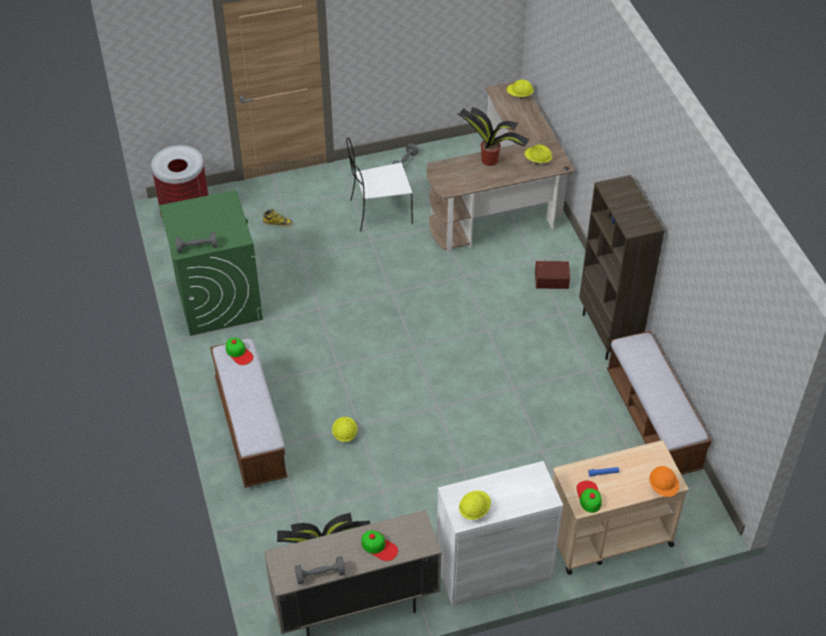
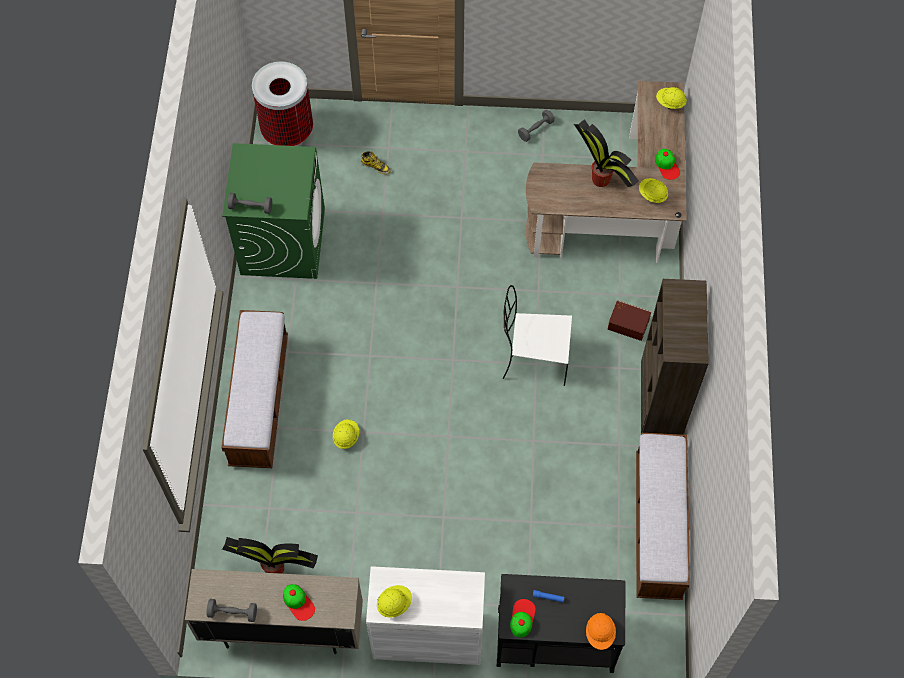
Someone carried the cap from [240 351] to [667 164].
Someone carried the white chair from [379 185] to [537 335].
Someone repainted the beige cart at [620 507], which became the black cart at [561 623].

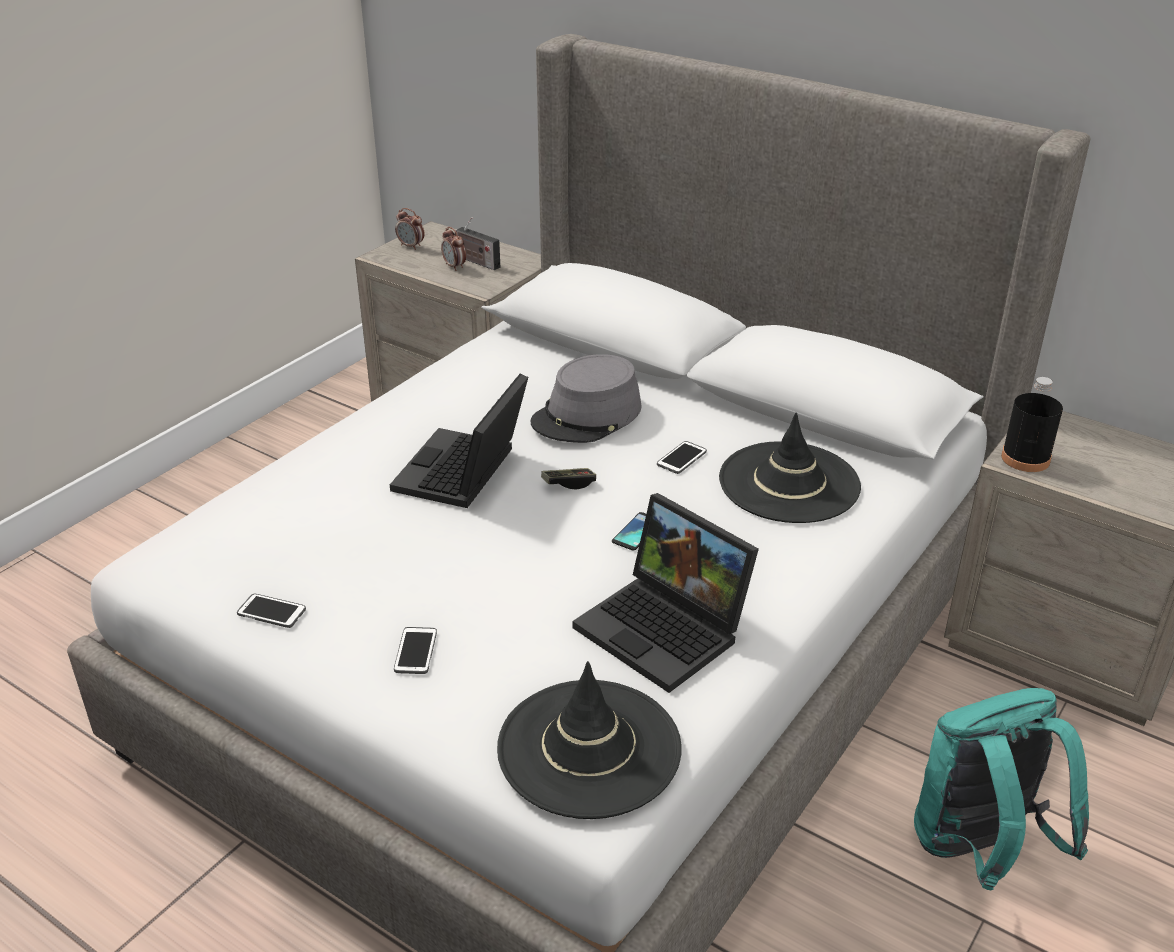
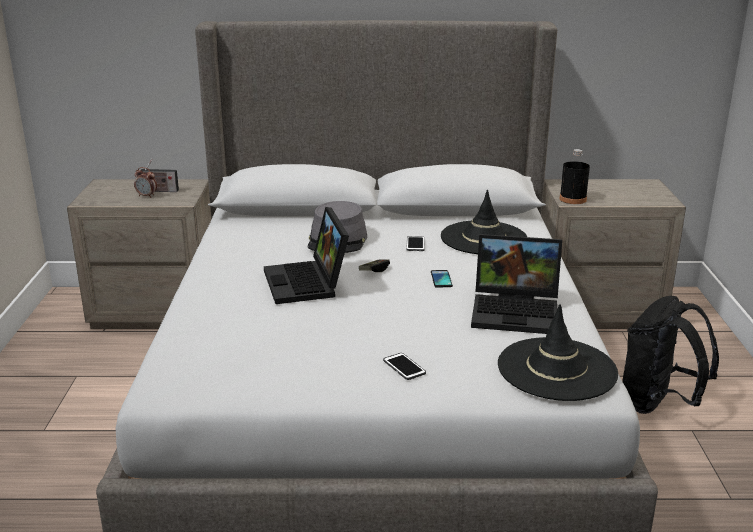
Someone took away the phone at [271 611].
Someone took away the alarm clock at [409 229].
Someone repainted the turquoise backpack at [1001 789], which became the black backpack at [670 355].

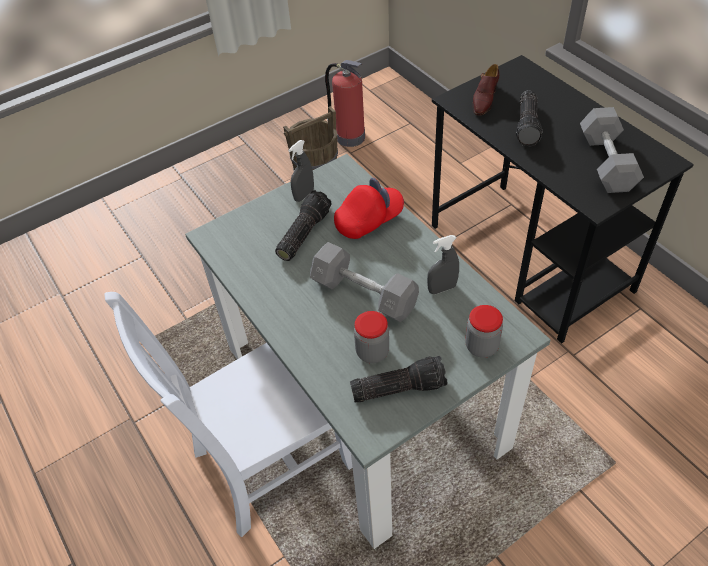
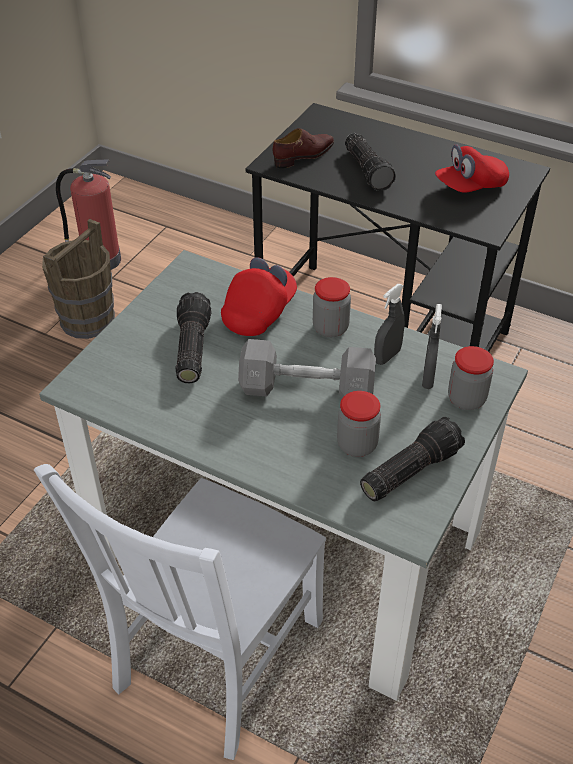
Someone carried the grey spray bottle from [301 171] to [432 346].
Someone rotated the brown shoe at [486 89] by 120 degrees counterclockwise.
Someone swapped the grey dumbbell at [612 150] for the red cap at [472 168].
Someone put down the jar at [332 307].

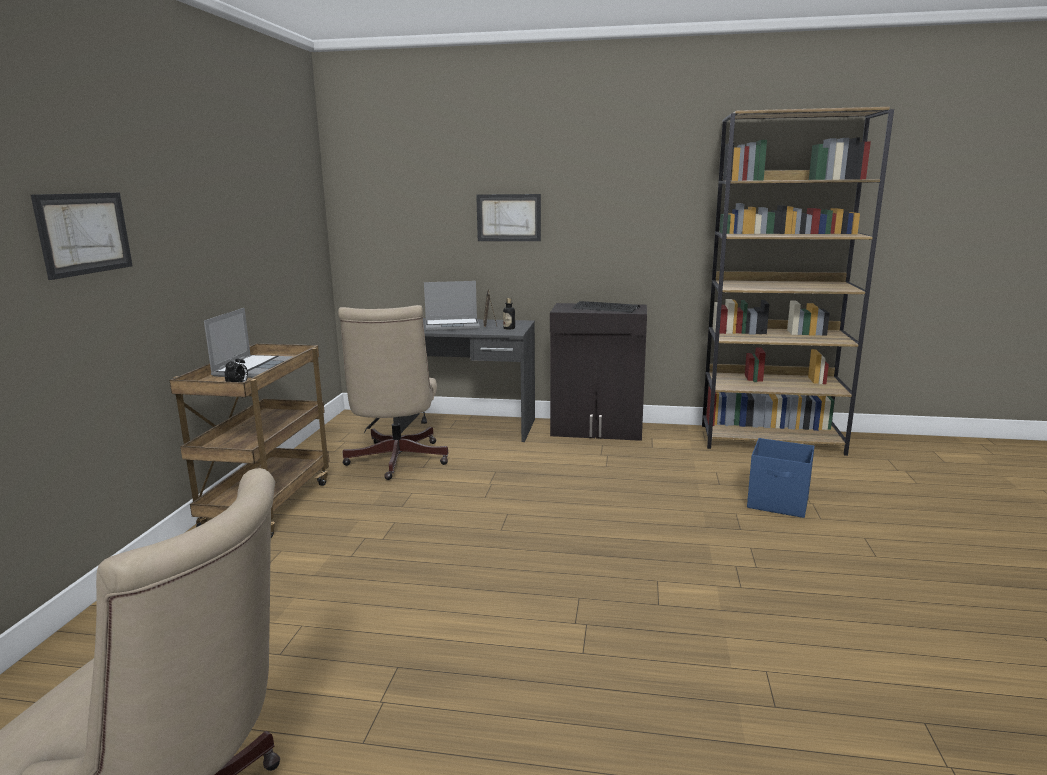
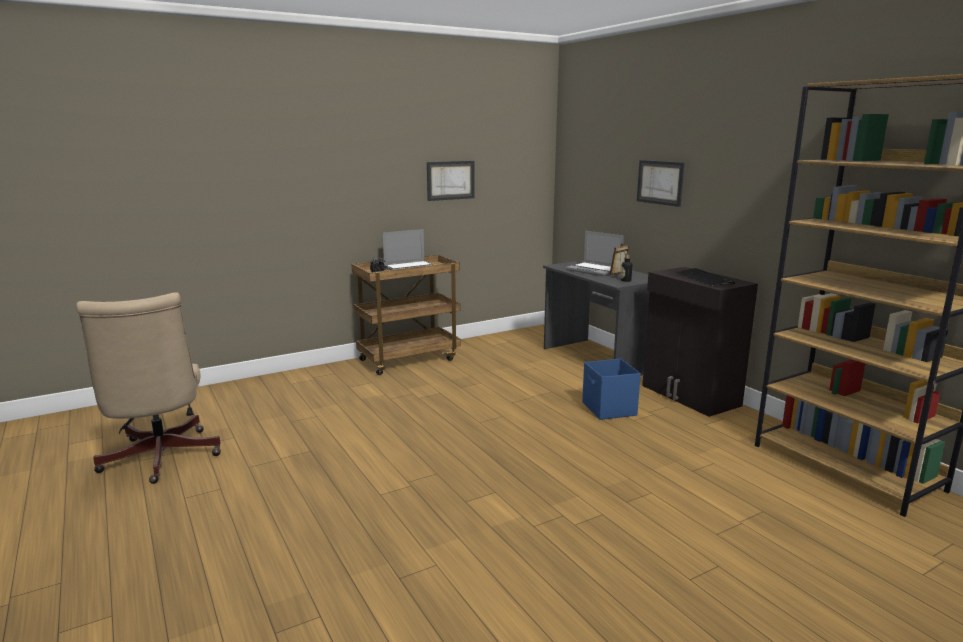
Someone carried the picture from [82 236] to [451 181].
Someone took away the beige office chair at [393 392].
Someone carried the blue storage box from [781 478] to [611 389].

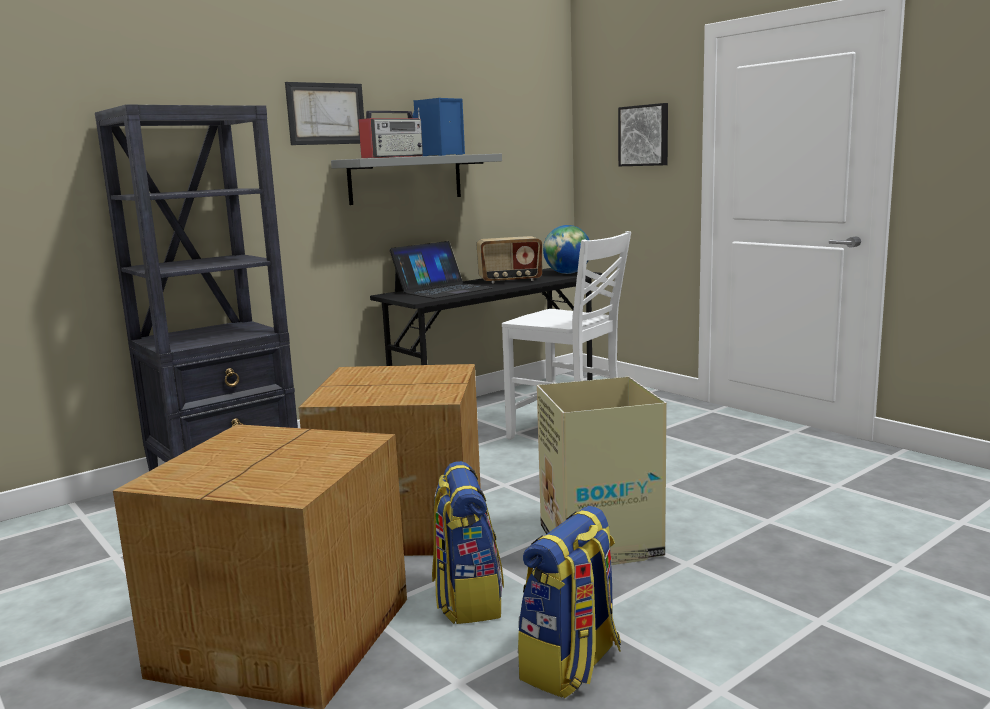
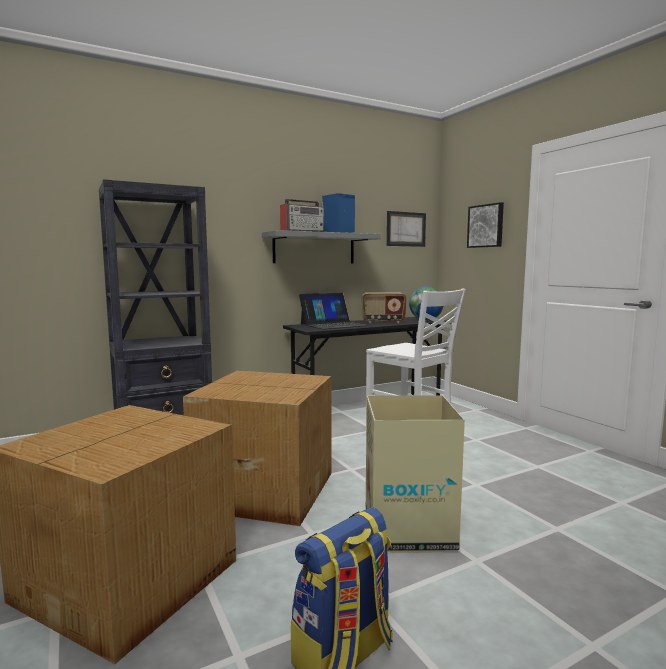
Someone carried the picture from [324 113] to [406 229].
Someone took away the backpack at [468 542].

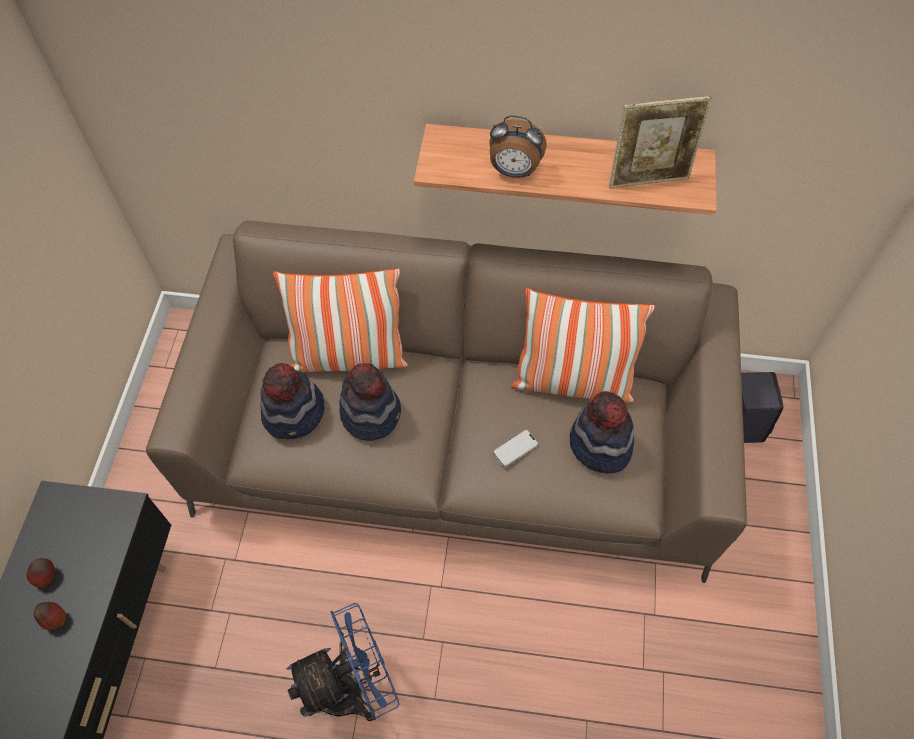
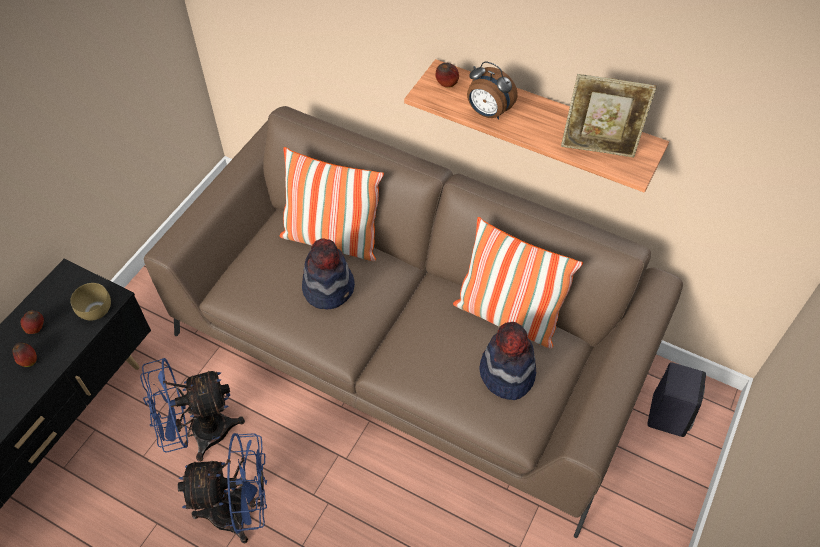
Someone took away the hat at [292 401].
Someone took away the phone at [515 448].
Someone put down the brown bowl at [90 301].
Someone put down the blue fan at [192 410].
Someone put down the apple at [447 75].

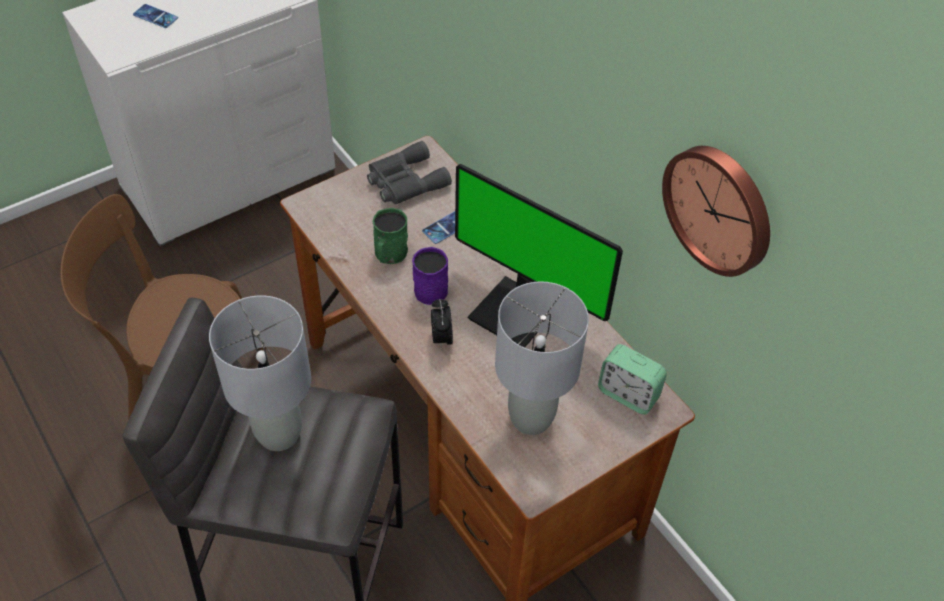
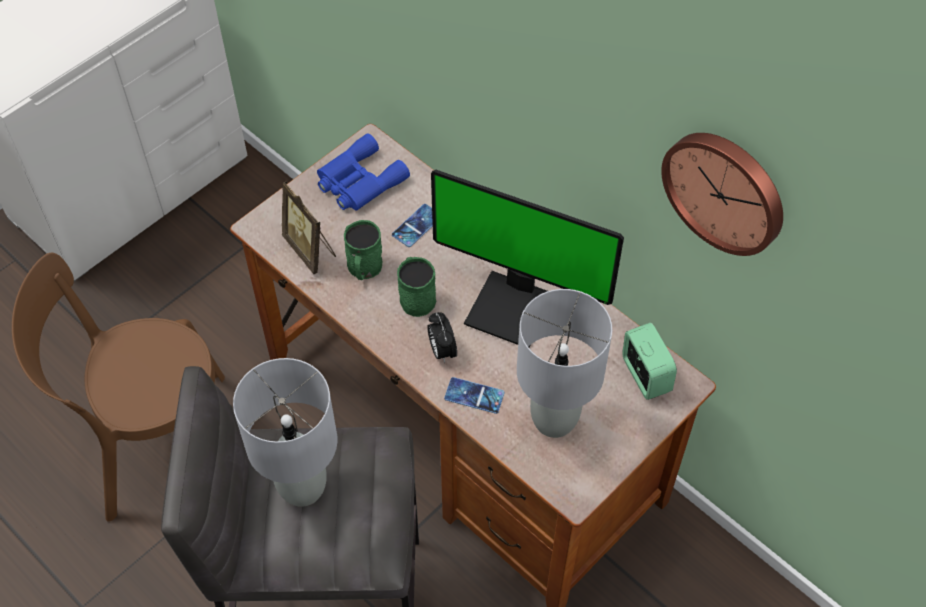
Someone carried the phone from [155 16] to [474 395].
Someone repainted the grey binoculars at [409 173], which became the blue binoculars at [363 172].
Someone repainted the purple mug at [430 276], which became the green mug at [416 287].
Someone rotated the alarm clock at [632 379] by 135 degrees counterclockwise.
Someone put down the picture frame at [309 227].

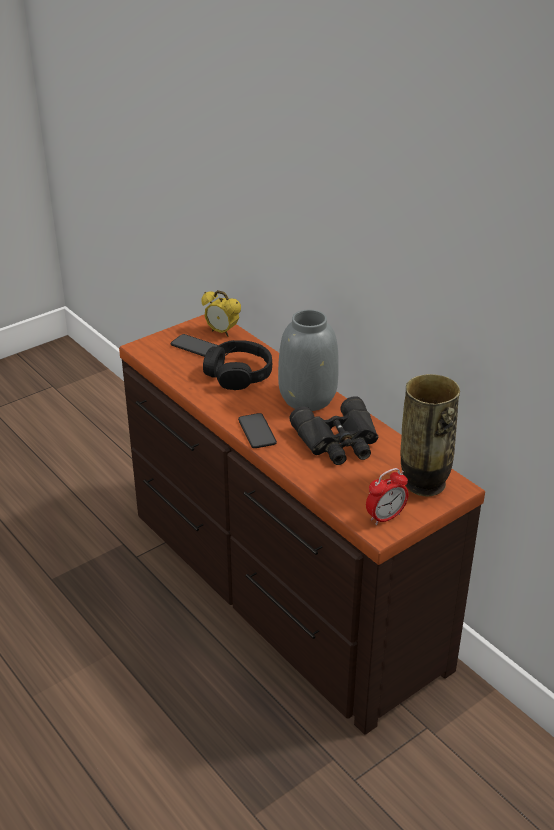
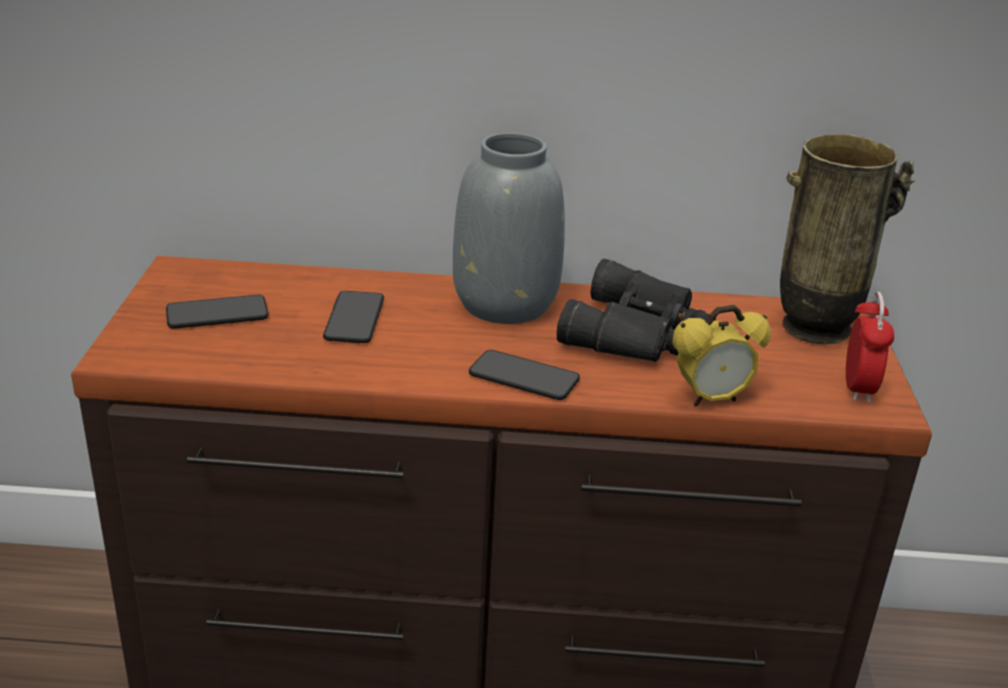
Someone carried the alarm clock from [221 313] to [722 356].
Someone swapped the black headphones at [237 365] for the phone at [353 317].

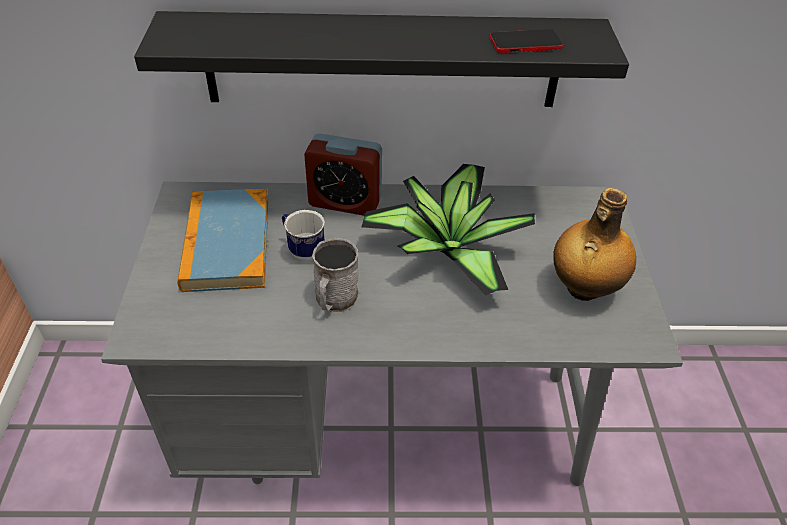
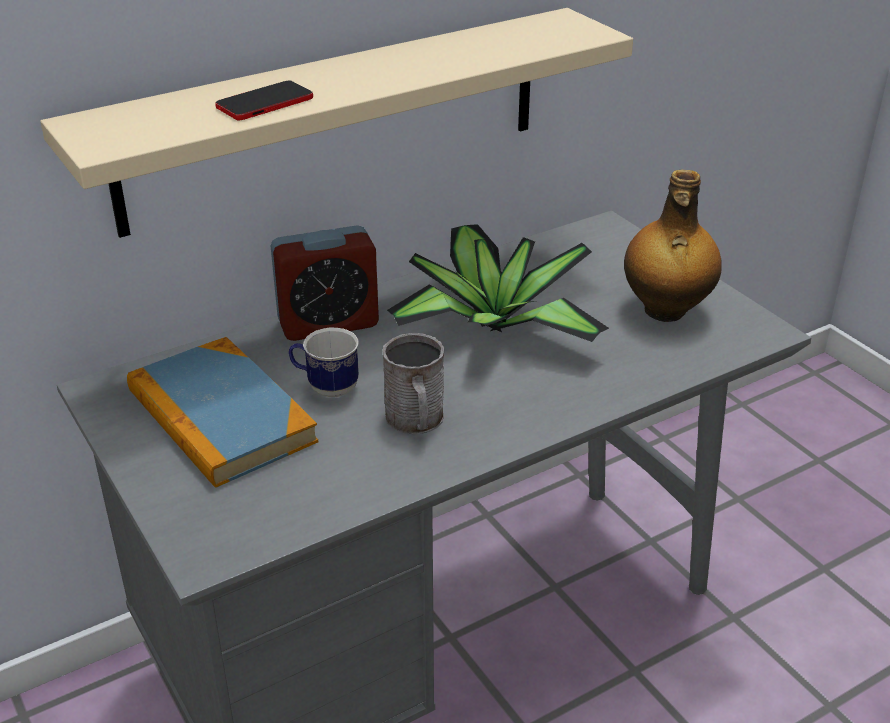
Someone repainted the black shelf at [381 59], which became the beige shelf at [336 123].
Someone carried the phone from [526 41] to [264 100].

